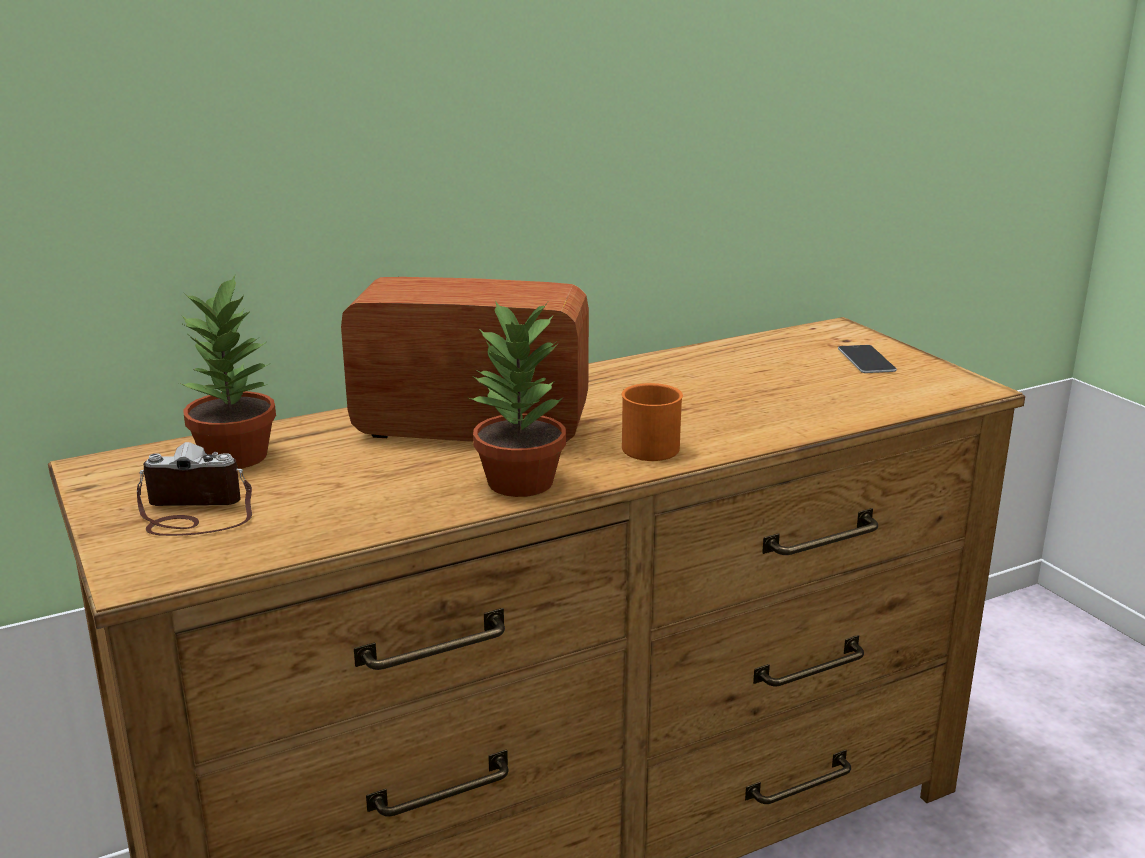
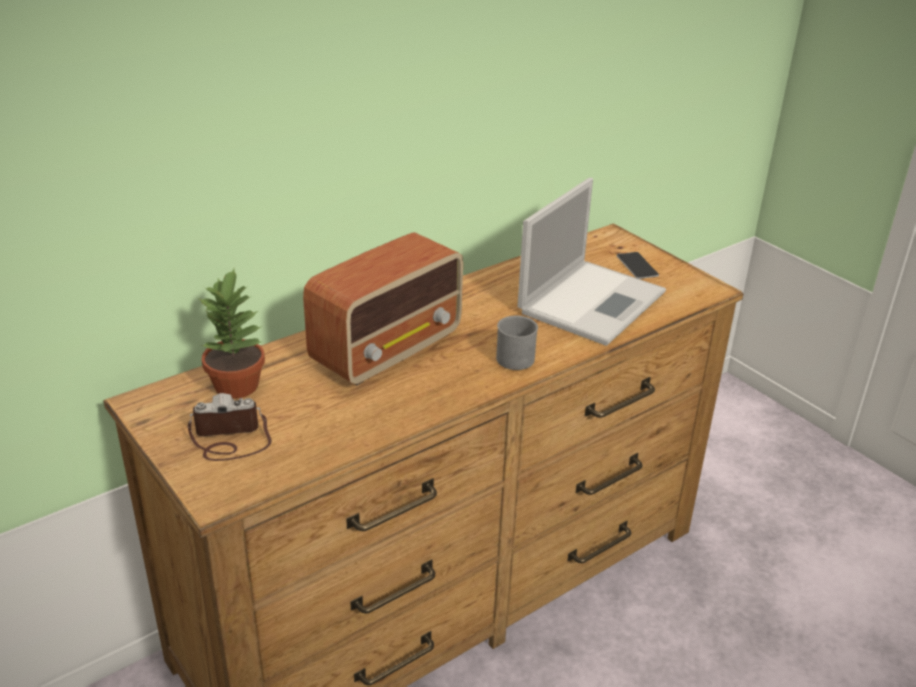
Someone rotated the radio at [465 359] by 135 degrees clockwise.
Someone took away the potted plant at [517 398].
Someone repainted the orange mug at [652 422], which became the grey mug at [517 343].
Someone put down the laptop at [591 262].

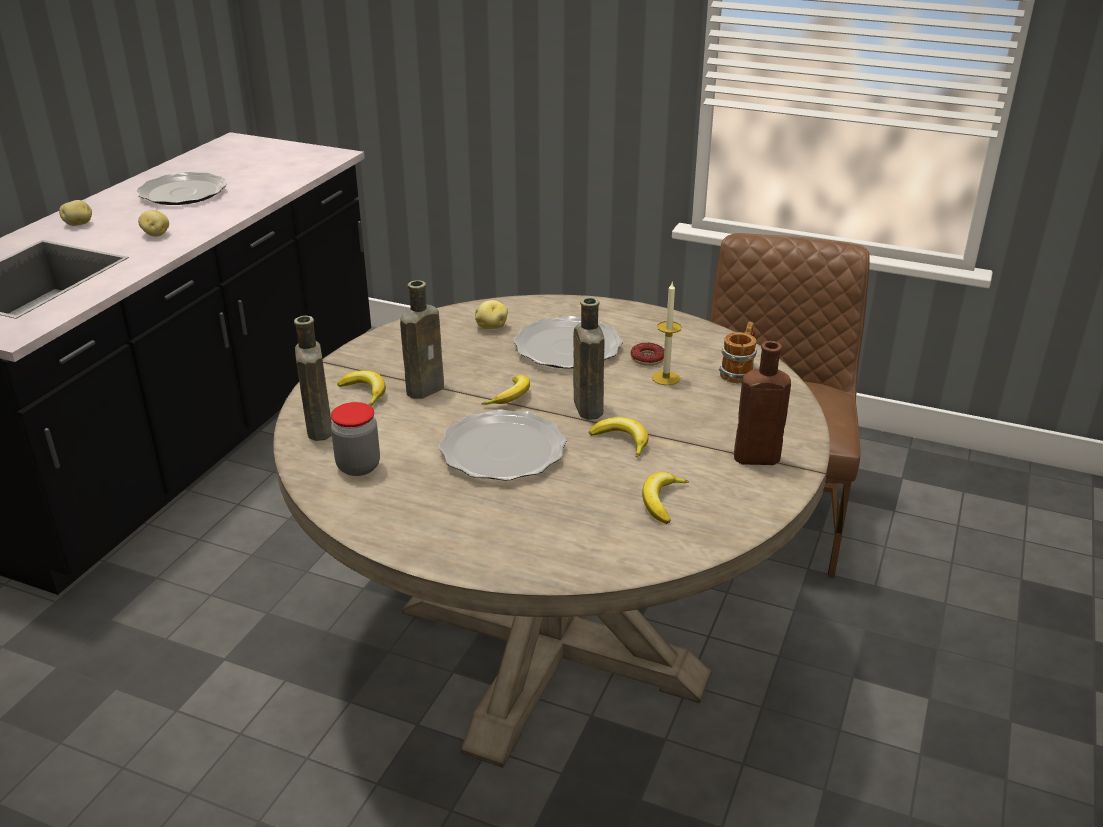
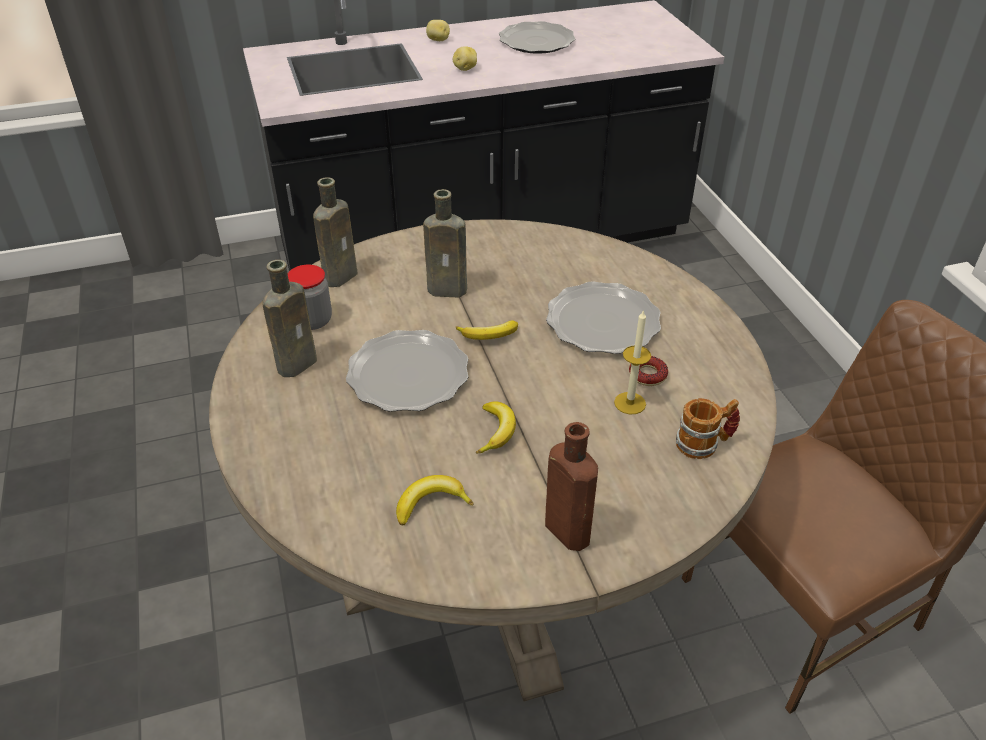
Someone took away the banana at [361 388].
Someone took away the potato at [491 314].
Someone carried the brown bottle from [589 358] to [289 318].

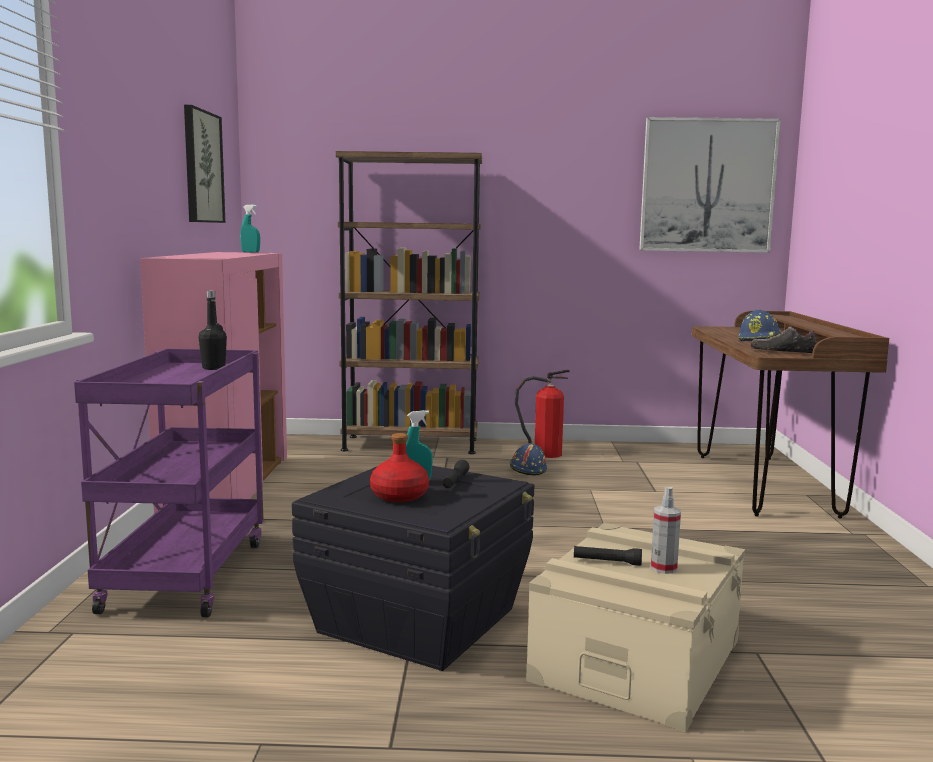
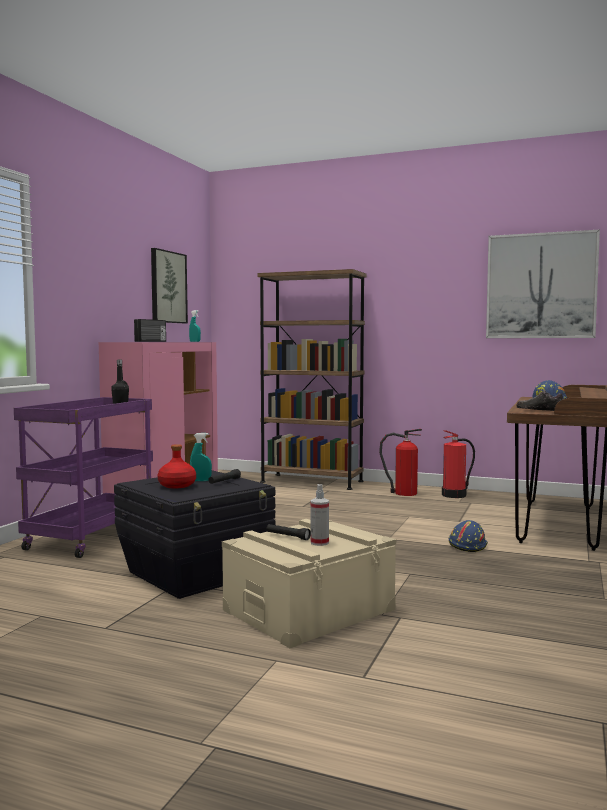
Someone carried the blue hard hat from [528 459] to [468 536].
Someone put down the radio at [150 330].
Someone put down the fire extinguisher at [458 464].

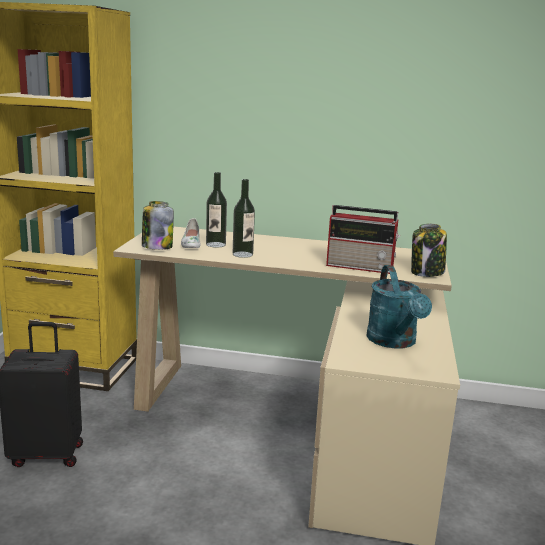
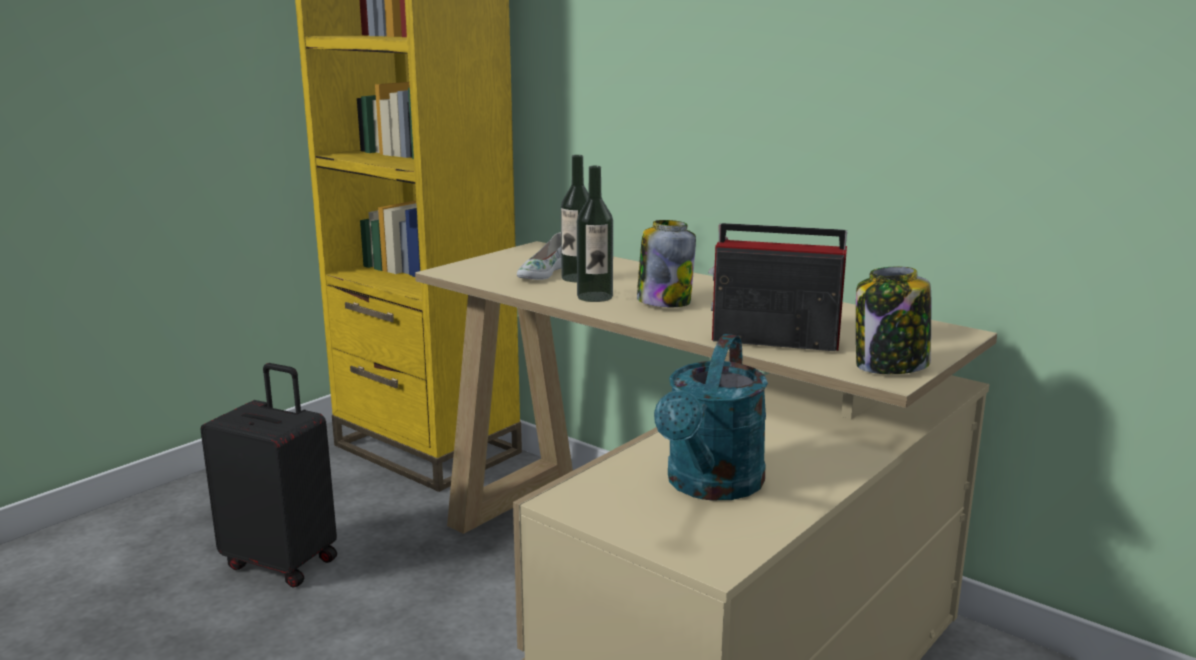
Someone carried the jar from [158 225] to [666 263].
Someone rotated the radio at [363 239] by 150 degrees clockwise.

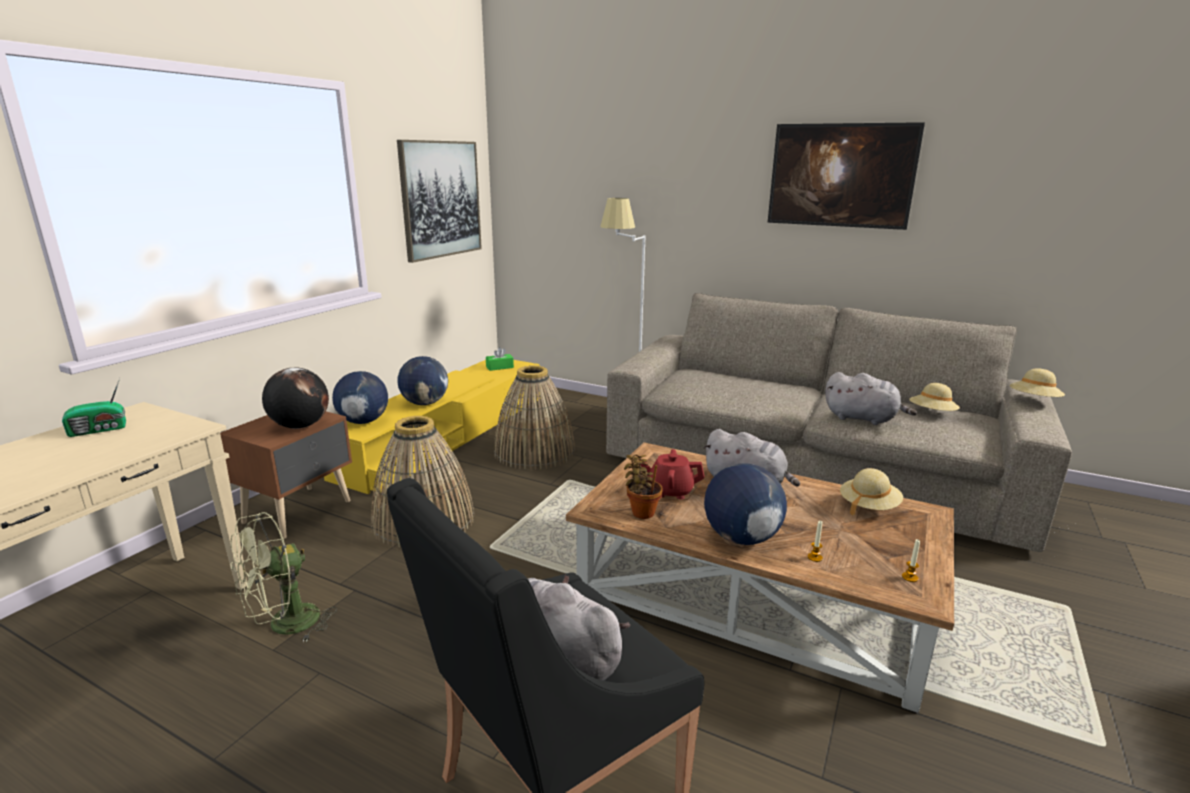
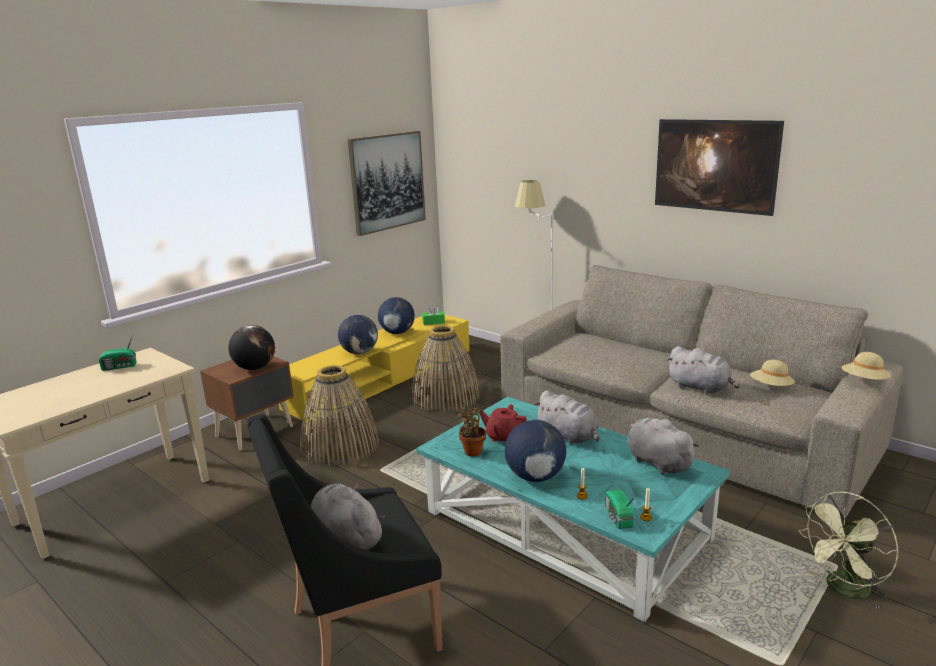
Someone carried the green fan from [283 577] to [849 550].
Someone carried the globe from [360 397] to [396 315].
Someone repainted the brown coffee table at [760 577], which became the turquoise coffee table at [573 509].
Someone swapped the beige hat at [871 492] for the grey plush toy at [663 446].
Someone put down the radio at [621 509].

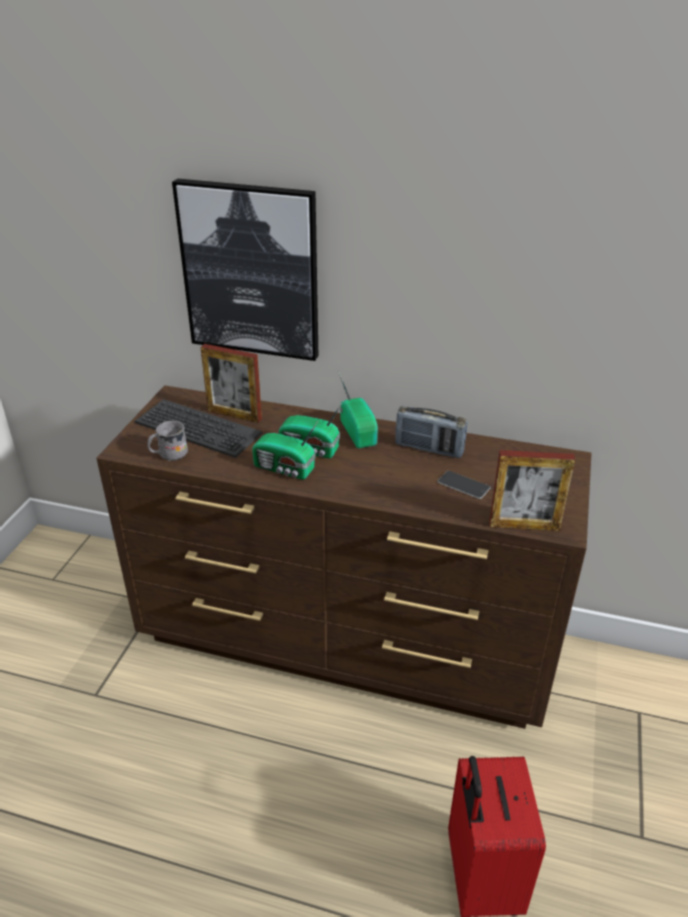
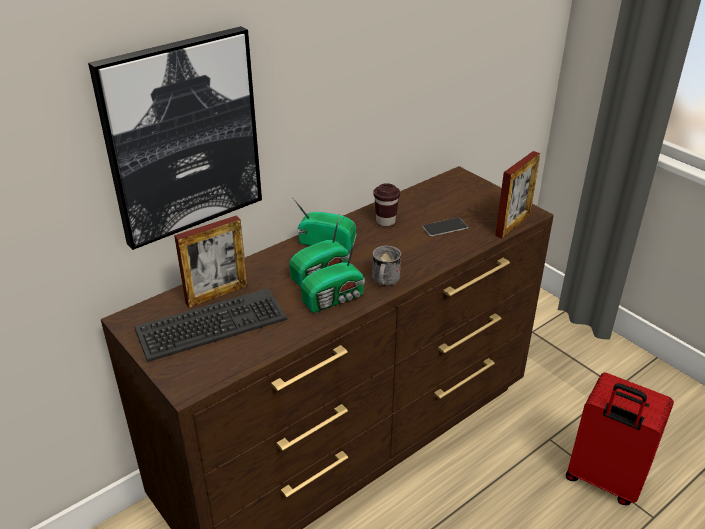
Someone carried the grey mug from [167 441] to [386 265].
Someone swapped the radio at [431 432] for the brown cup at [386 204].

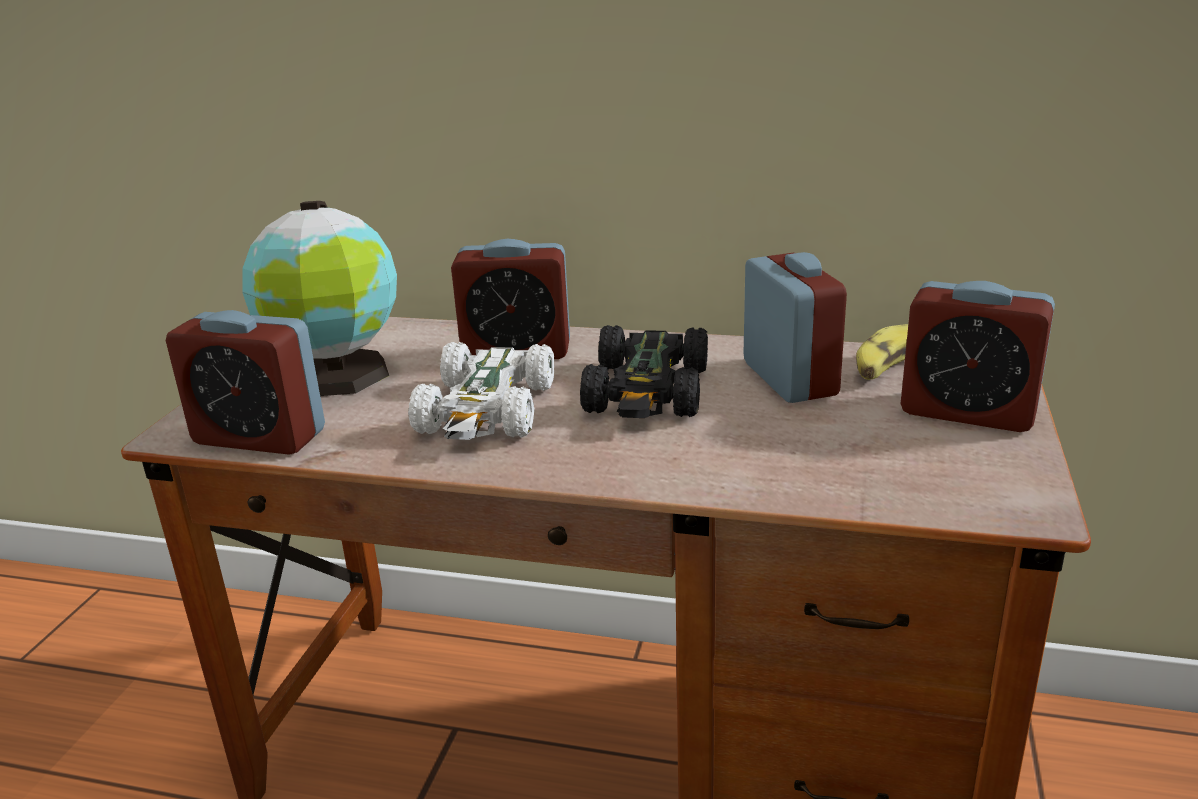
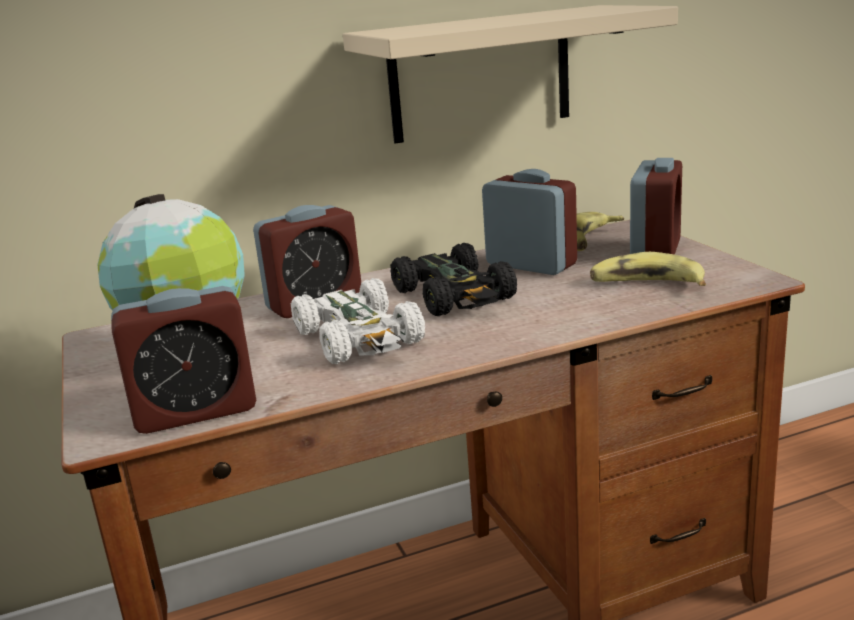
Someone rotated the alarm clock at [978 356] by 60 degrees counterclockwise.
Someone put up the beige shelf at [510 74].
Someone put down the banana at [648 269].

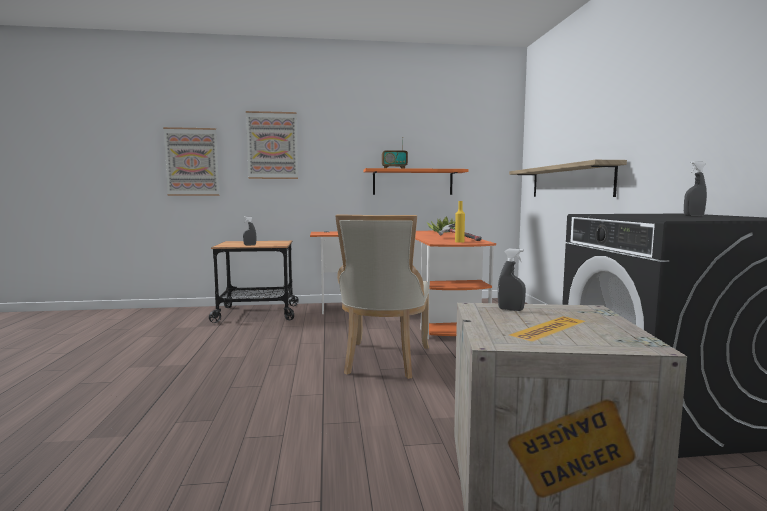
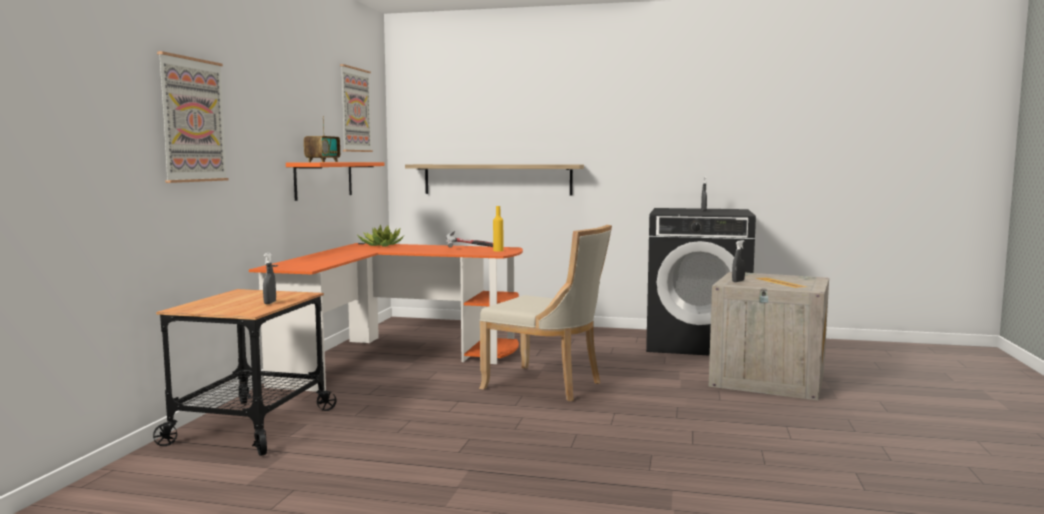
Someone carried the picture from [191 161] to [356 108].

